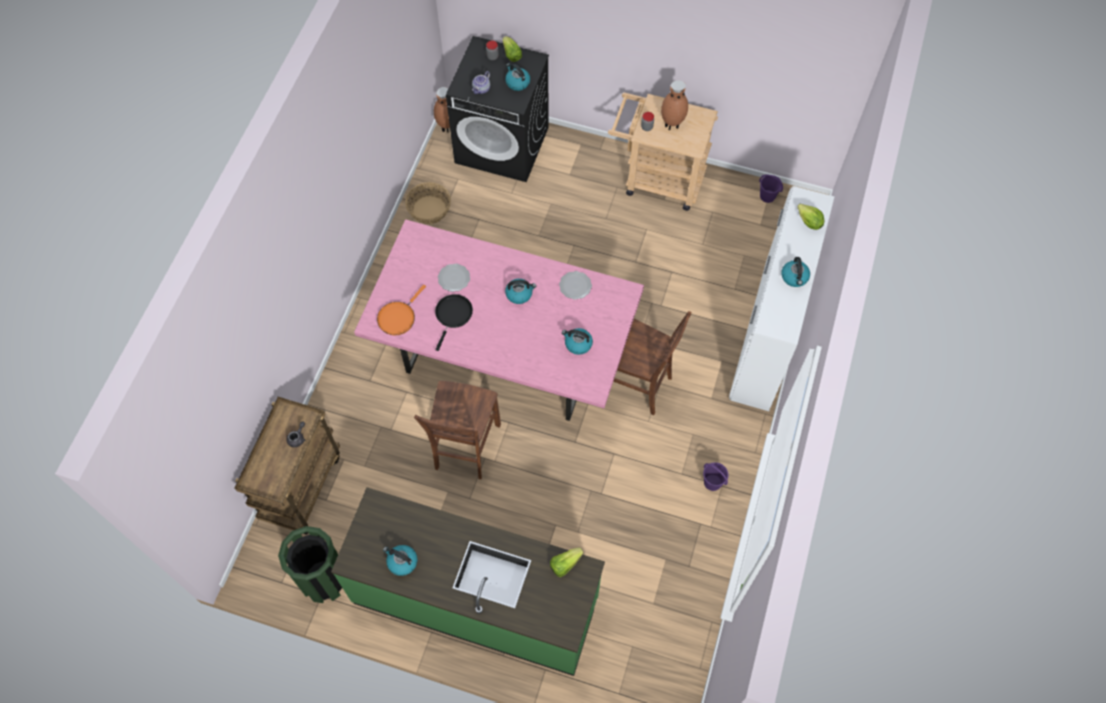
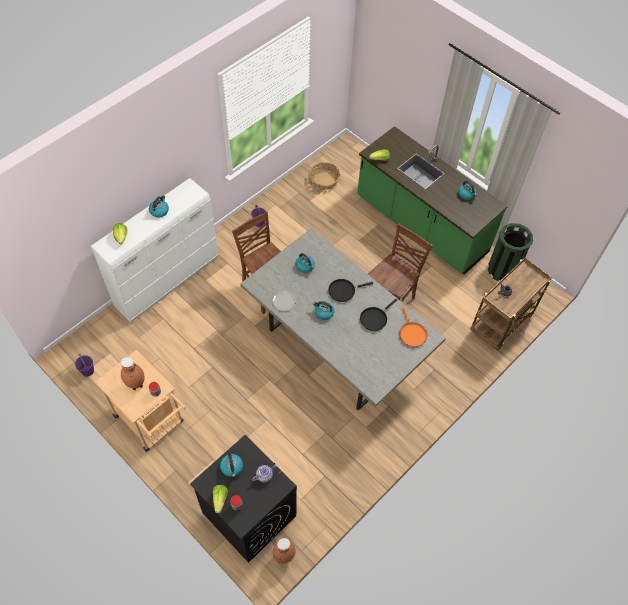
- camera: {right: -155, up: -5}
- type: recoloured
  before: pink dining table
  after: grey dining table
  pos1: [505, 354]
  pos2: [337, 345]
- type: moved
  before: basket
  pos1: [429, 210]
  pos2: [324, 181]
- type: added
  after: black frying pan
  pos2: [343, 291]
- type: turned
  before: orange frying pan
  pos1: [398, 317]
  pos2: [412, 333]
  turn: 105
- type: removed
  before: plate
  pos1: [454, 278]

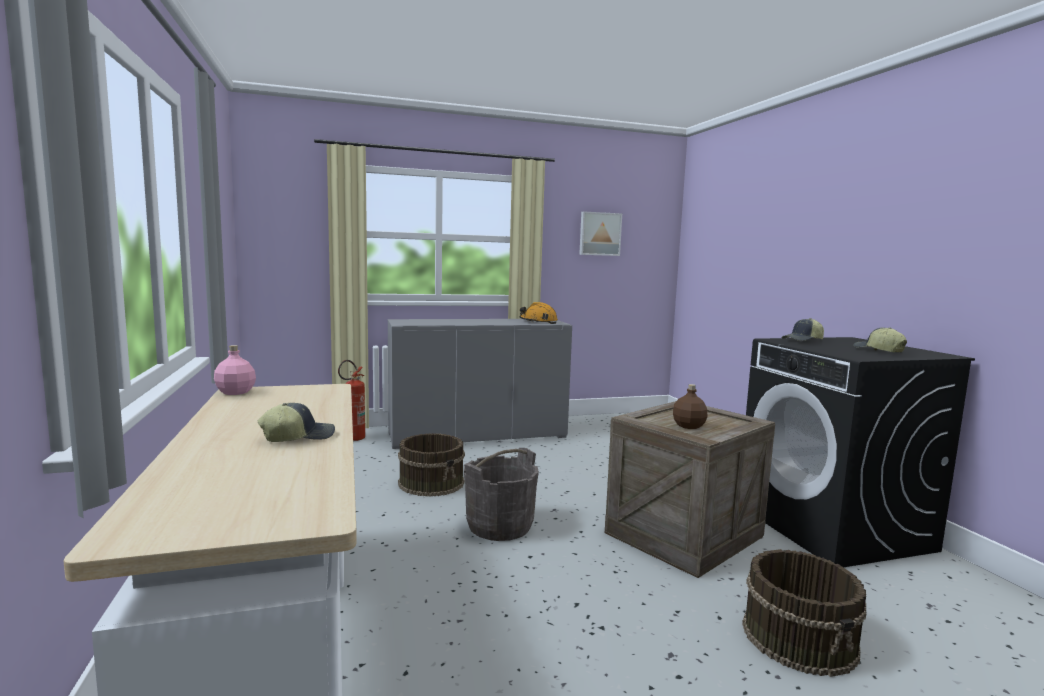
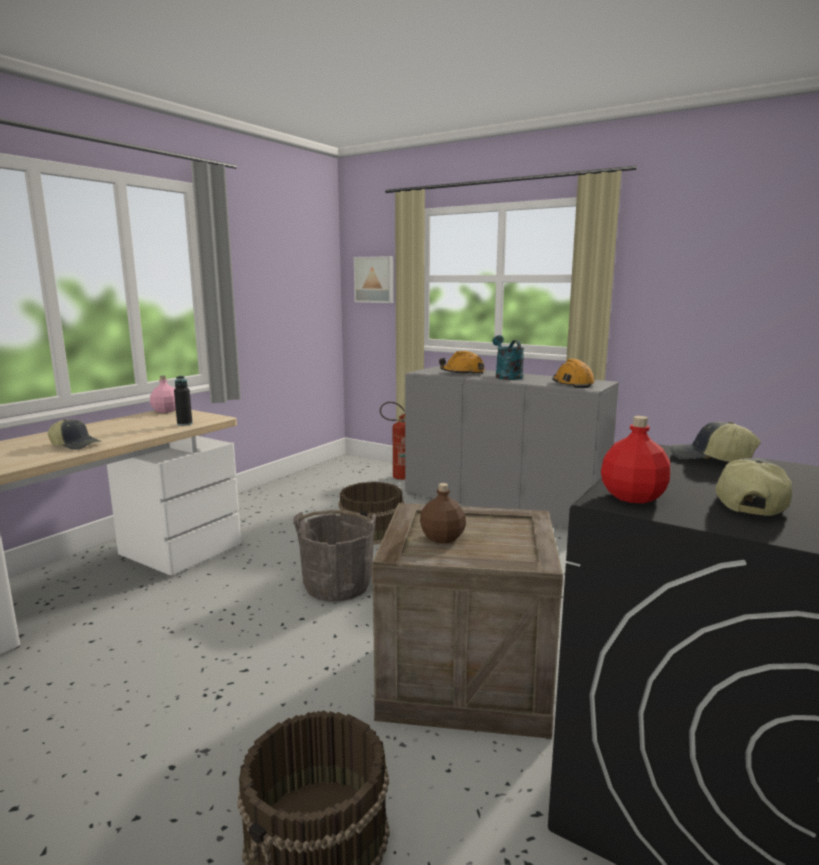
- camera: {right: 50, up: 5}
- type: added
  after: black bottle
  pos2: [184, 424]
- type: moved
  before: picture
  pos1: [599, 234]
  pos2: [375, 279]
- type: added
  after: orange hard hat
  pos2: [462, 373]
- type: added
  after: turquoise watering can
  pos2: [506, 376]
- type: added
  after: red bottle
  pos2: [633, 497]

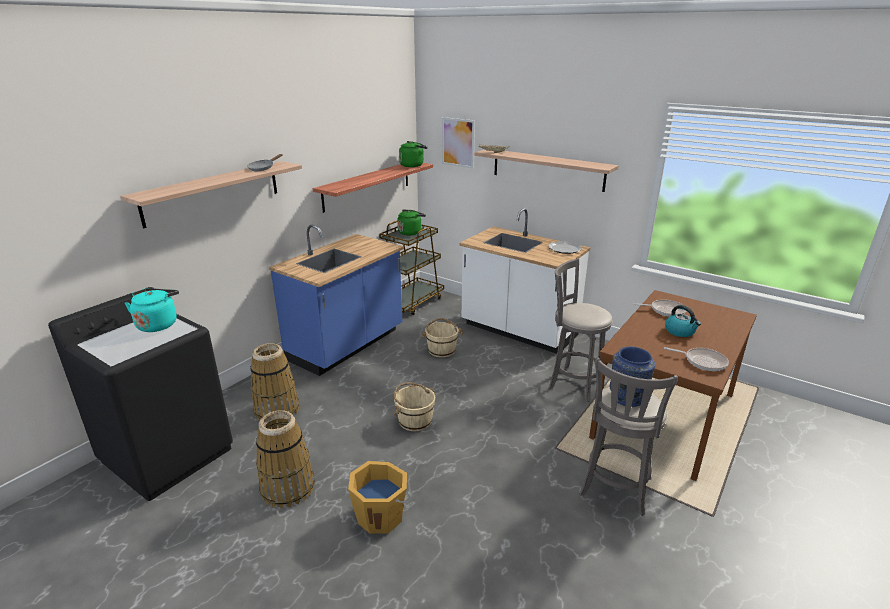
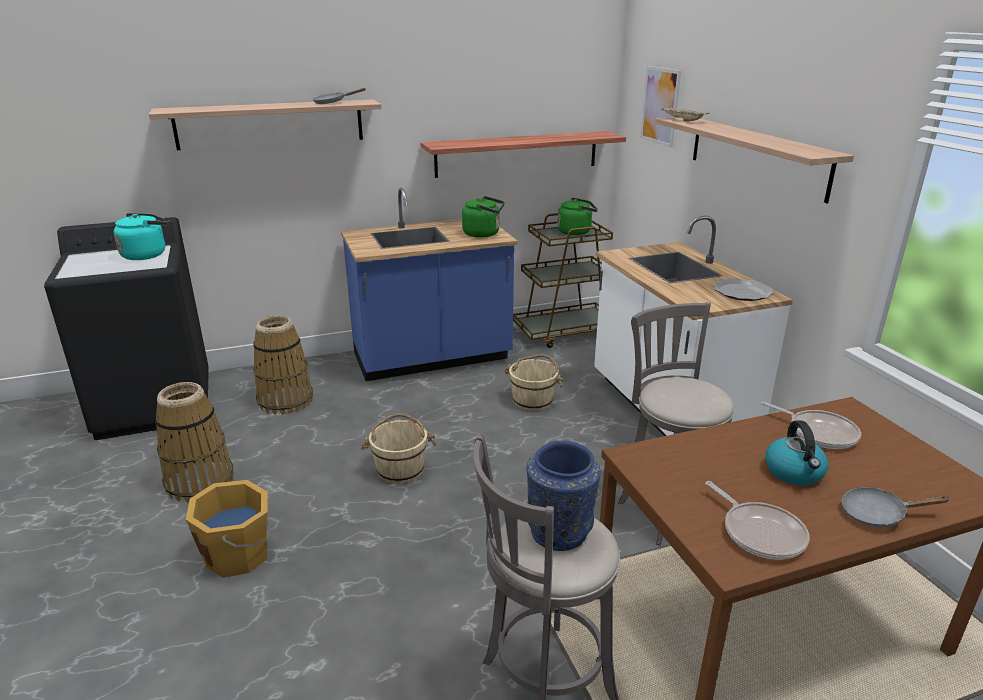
- camera: {right: 35, up: 0}
- type: moved
  before: green kettle
  pos1: [413, 165]
  pos2: [484, 234]
- type: added
  after: grey frying pan
  pos2: [878, 514]

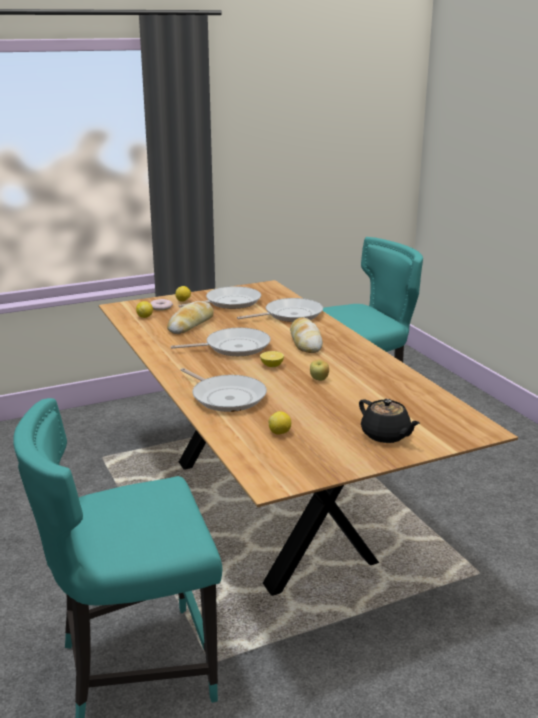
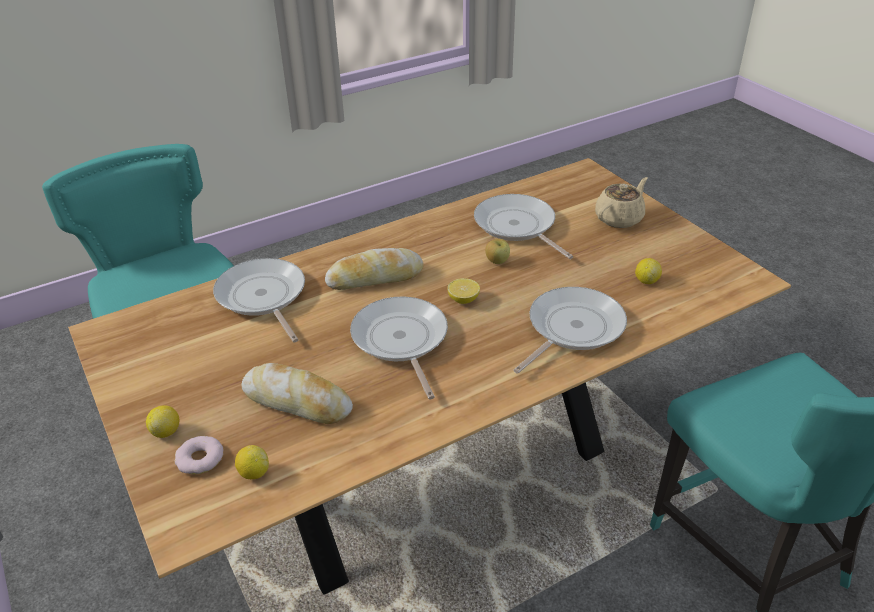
- camera: {right: -95, up: 15}
- type: moved
  before: frying pan
  pos1: [229, 302]
  pos2: [517, 226]
- type: recoloured
  before: black teapot
  after: beige teapot
  pos1: [386, 435]
  pos2: [619, 218]

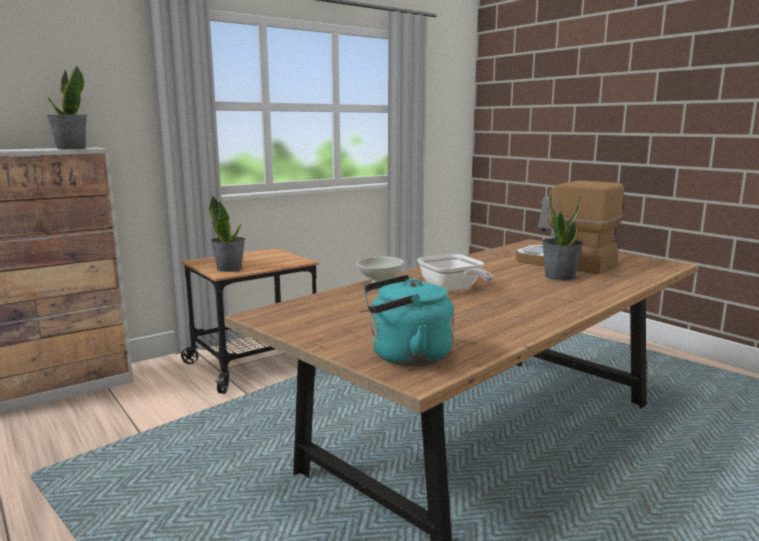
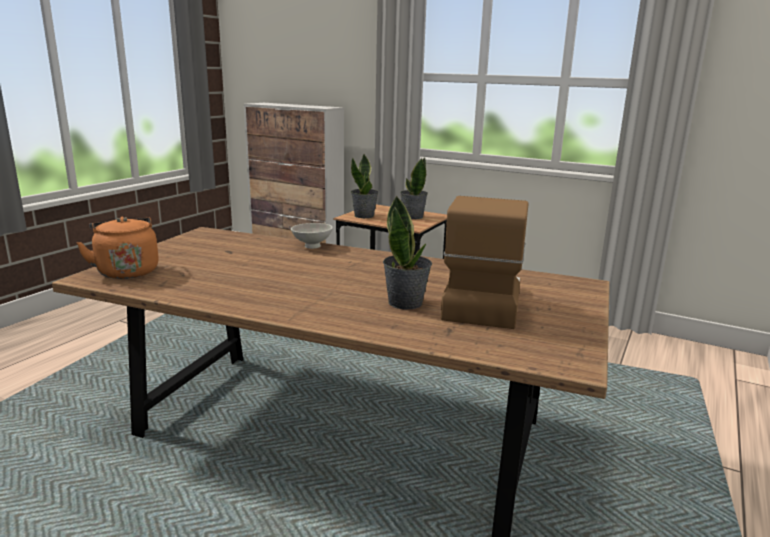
- camera: {right: 65, up: 5}
- type: recoloured
  before: turquoise kettle
  after: orange kettle
  pos1: [405, 356]
  pos2: [127, 271]
- type: moved
  before: potted plant
  pos1: [71, 148]
  pos2: [412, 217]
- type: removed
  before: frying pan
  pos1: [452, 289]

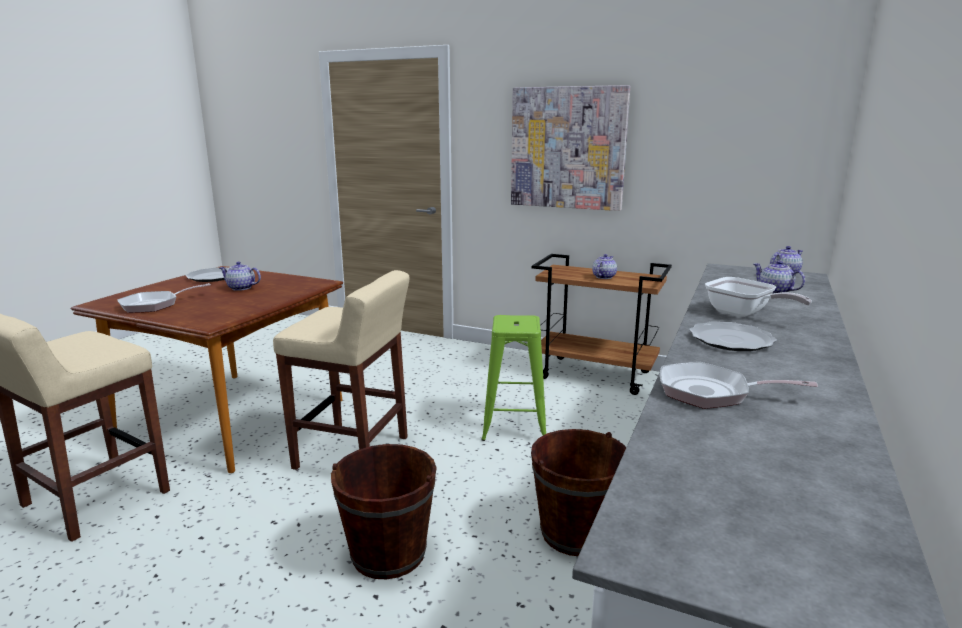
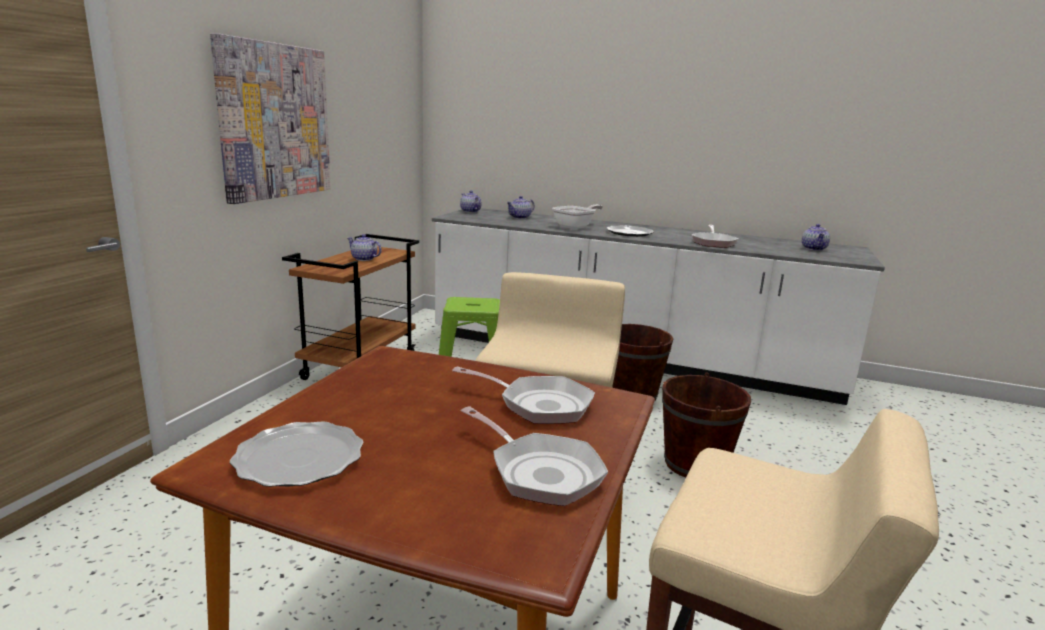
- camera: {right: -95, up: 0}
- type: added
  after: frying pan
  pos2: [539, 405]
- type: moved
  before: teapot
  pos1: [241, 288]
  pos2: [814, 249]

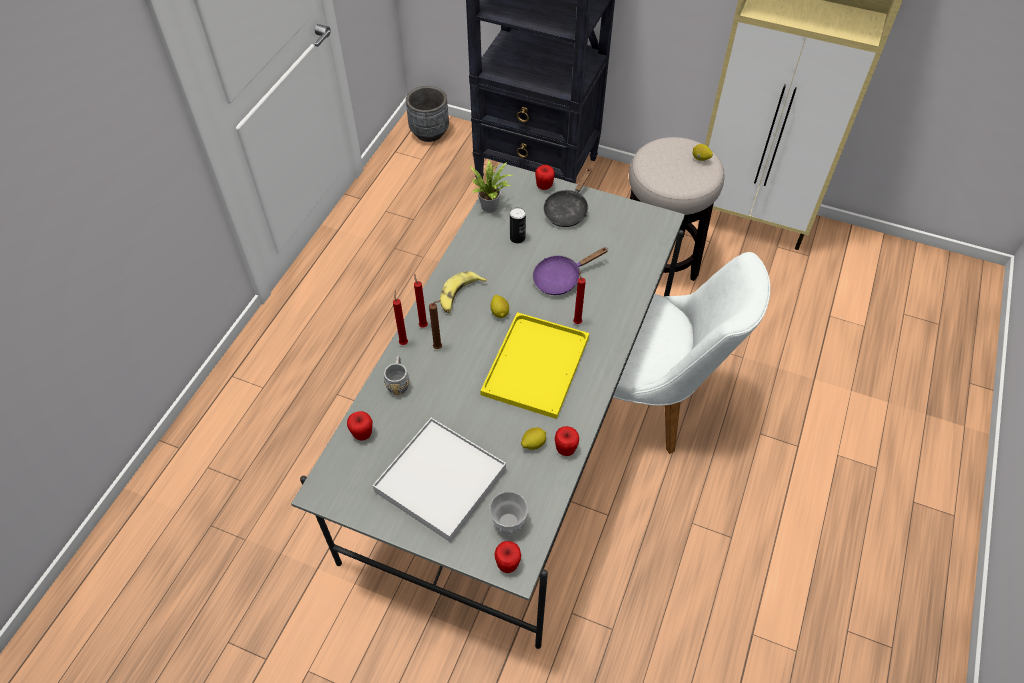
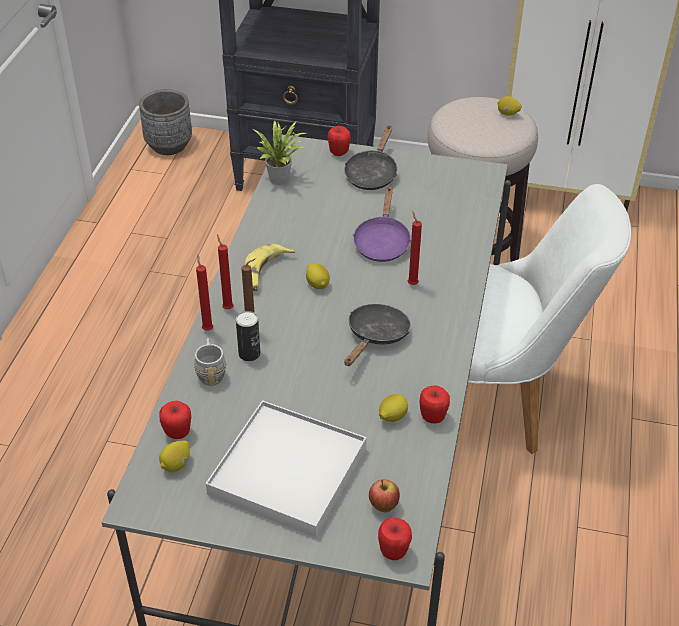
- camera: {right: -10, up: -10}
- type: added
  after: lemon
  pos2: [176, 465]
- type: moved
  before: can
  pos1: [517, 238]
  pos2: [249, 354]
- type: replaced
  before: yellow tray
  after: black frying pan
  pos1: [536, 367]
  pos2: [375, 336]
- type: turned
  before: purple frying pan
  pos1: [561, 278]
  pos2: [382, 242]
  turn: -45
- type: replaced
  before: cup
  after: apple
  pos1: [508, 523]
  pos2: [383, 506]

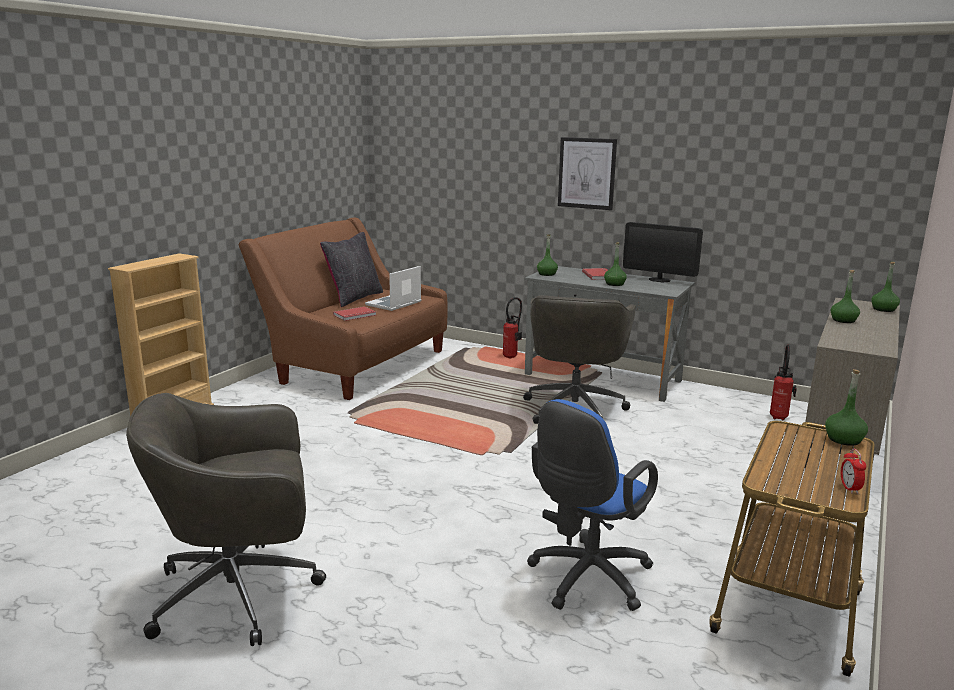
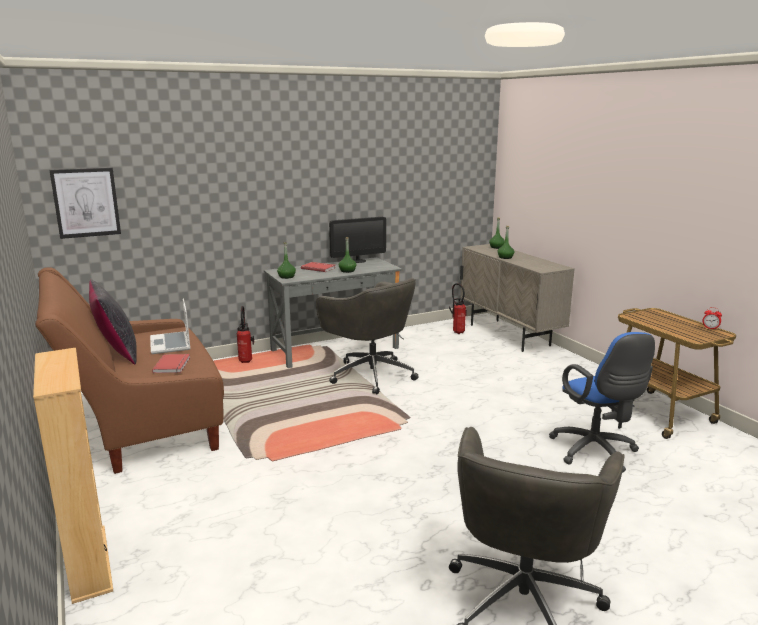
- camera: {right: -55, up: 0}
- type: moved
  before: picture
  pos1: [587, 173]
  pos2: [86, 202]
- type: removed
  before: green bottle
  pos1: [844, 439]

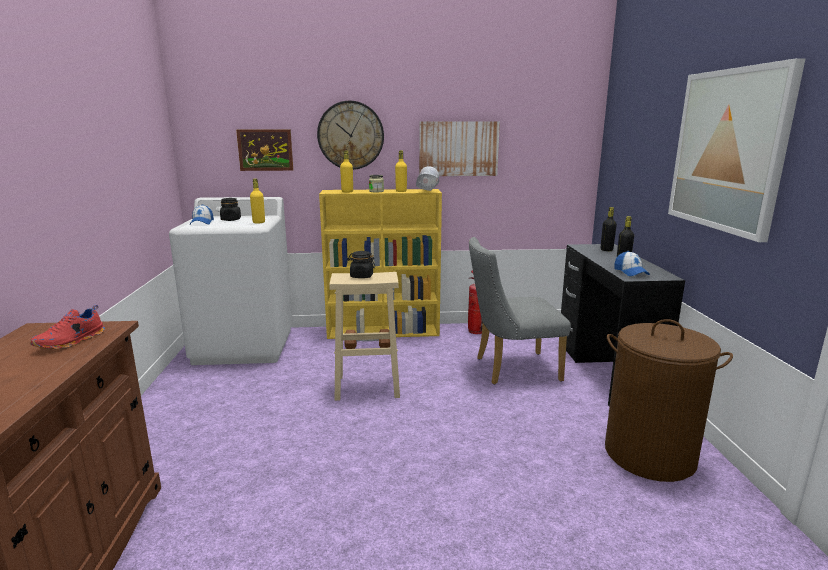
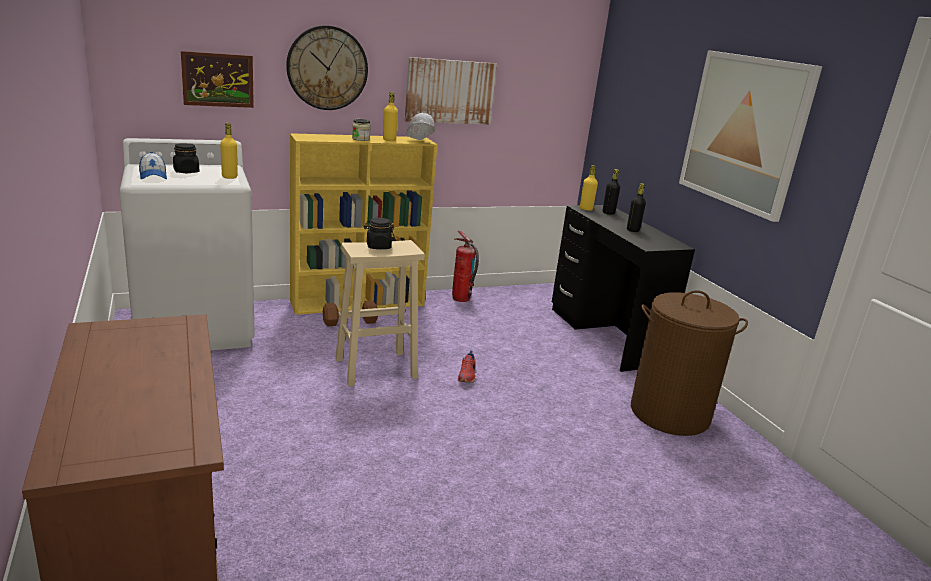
- camera: {right: -20, up: 5}
- type: moved
  before: red shoe
  pos1: [72, 342]
  pos2: [467, 376]
- type: moved
  before: yellow bottle
  pos1: [347, 192]
  pos2: [586, 209]
- type: removed
  before: grey chair
  pos1: [510, 369]
- type: removed
  before: cap
  pos1: [630, 272]

